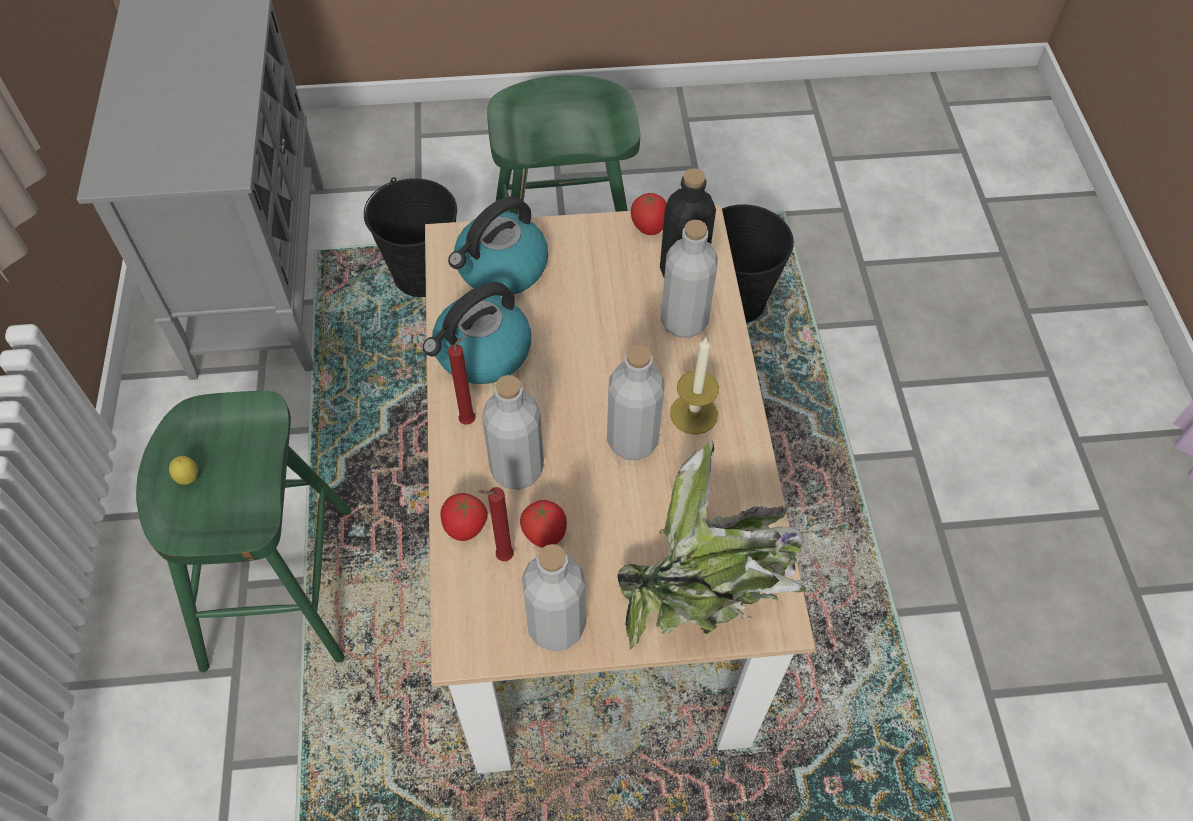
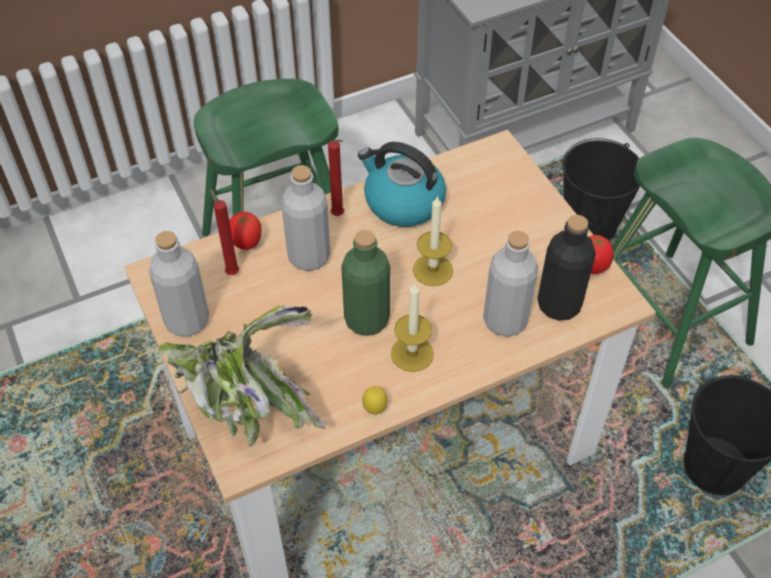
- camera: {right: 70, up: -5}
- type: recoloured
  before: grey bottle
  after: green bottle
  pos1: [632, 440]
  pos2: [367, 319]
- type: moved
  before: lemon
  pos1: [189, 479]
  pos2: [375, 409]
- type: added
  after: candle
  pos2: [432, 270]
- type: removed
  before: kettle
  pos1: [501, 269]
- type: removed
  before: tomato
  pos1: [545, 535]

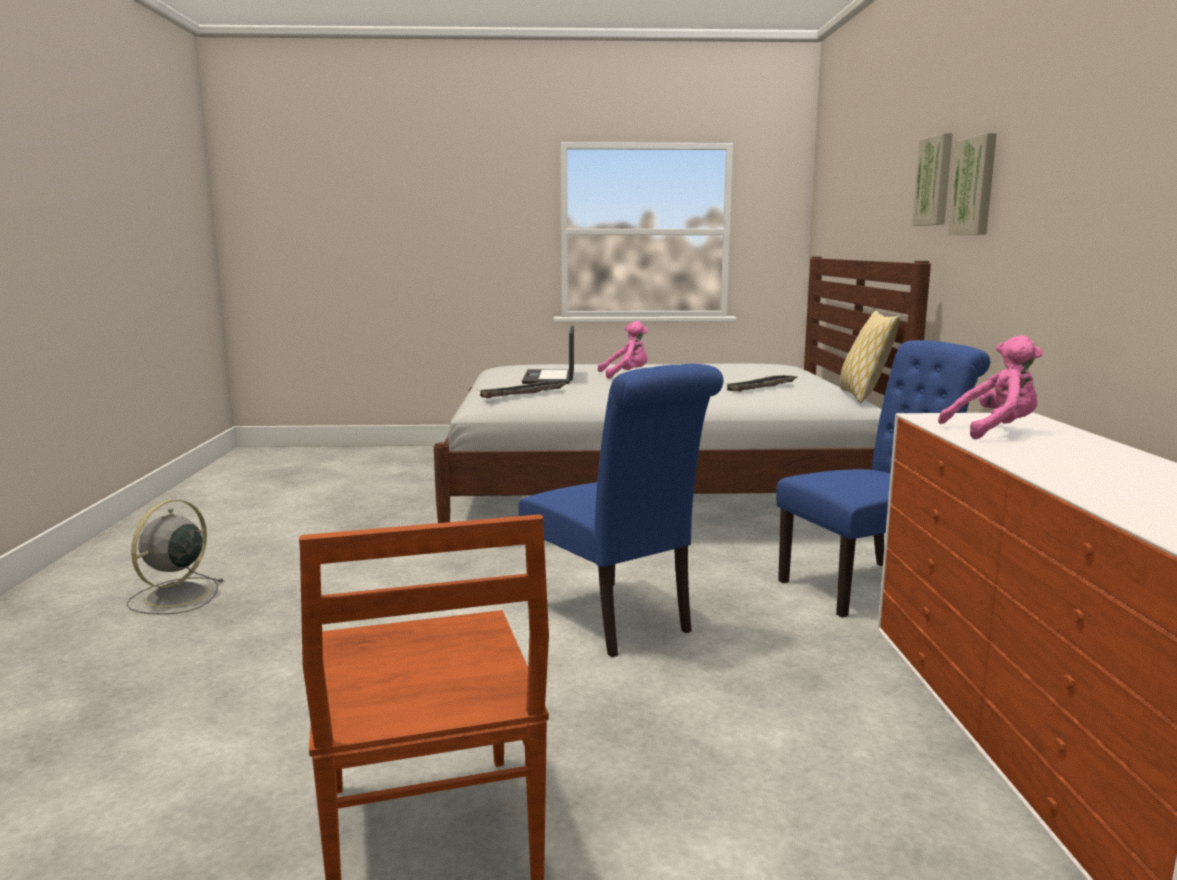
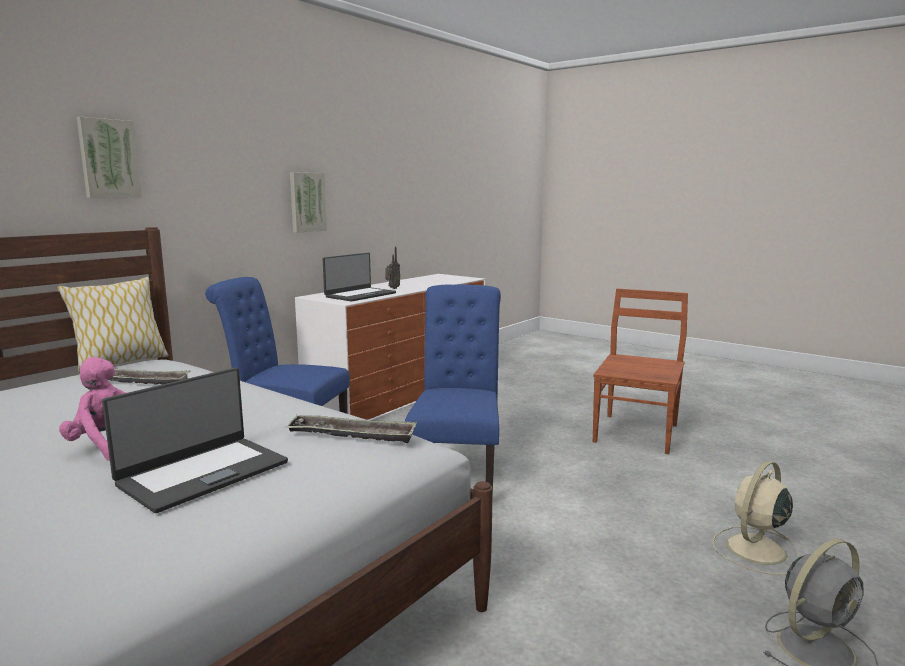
- camera: {right: -140, up: 0}
- type: moved
  before: picture
  pos1: [975, 186]
  pos2: [307, 202]
- type: replaced
  before: pink plush toy
  after: laptop
  pos1: [994, 431]
  pos2: [360, 295]
- type: added
  after: radio
  pos2: [392, 288]
- type: added
  after: beige fan
  pos2: [754, 550]

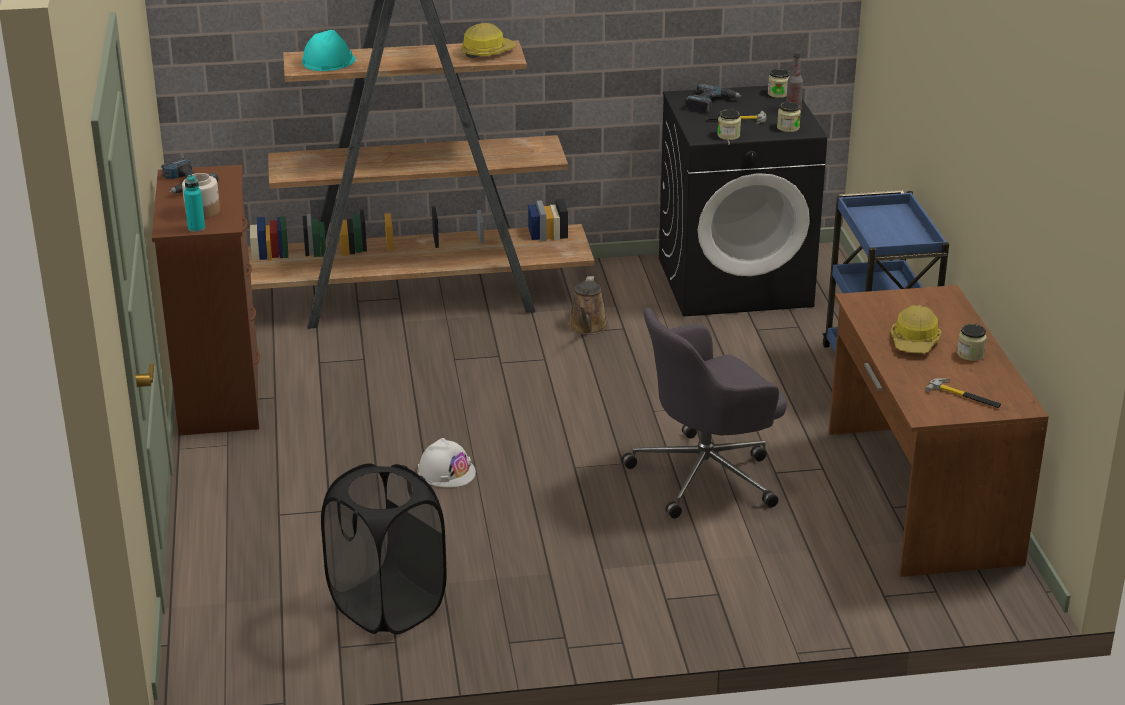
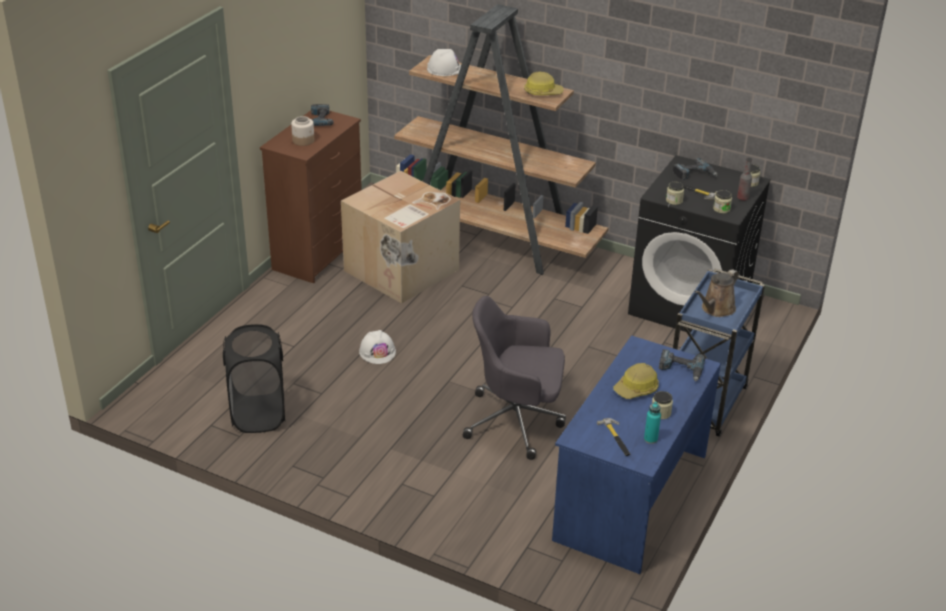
- camera: {right: 35, up: 5}
- type: added
  after: cardboard box
  pos2: [401, 271]
- type: recoloured
  before: turquoise hard hat
  after: white hard hat
  pos1: [328, 61]
  pos2: [445, 69]
- type: recoloured
  before: brown desk
  after: blue desk
  pos1: [919, 495]
  pos2: [629, 496]
- type: moved
  before: turquoise bottle
  pos1: [196, 228]
  pos2: [650, 439]
- type: added
  after: power drill
  pos2: [680, 369]
- type: moved
  before: brown watering can
  pos1: [587, 327]
  pos2: [716, 309]

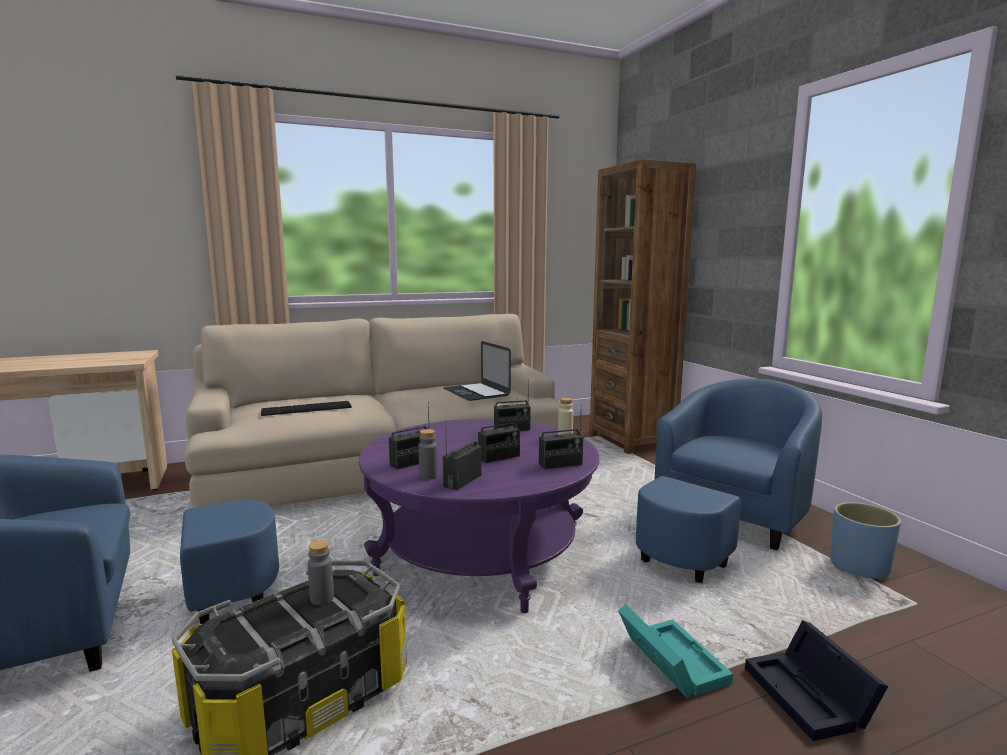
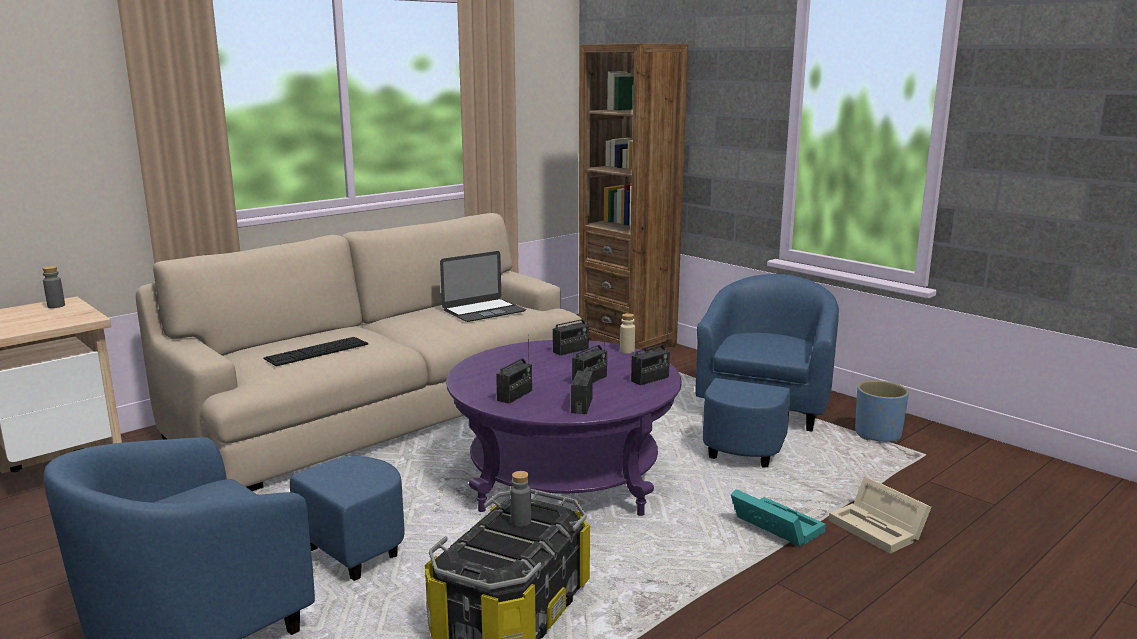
- camera: {right: -20, up: 5}
- type: moved
  before: grey bottle
  pos1: [428, 476]
  pos2: [56, 306]
- type: turned
  before: laptop
  pos1: [476, 392]
  pos2: [484, 310]
  turn: -75
- type: recoloured
  before: black storage box
  after: beige storage box
  pos1: [812, 697]
  pos2: [879, 529]

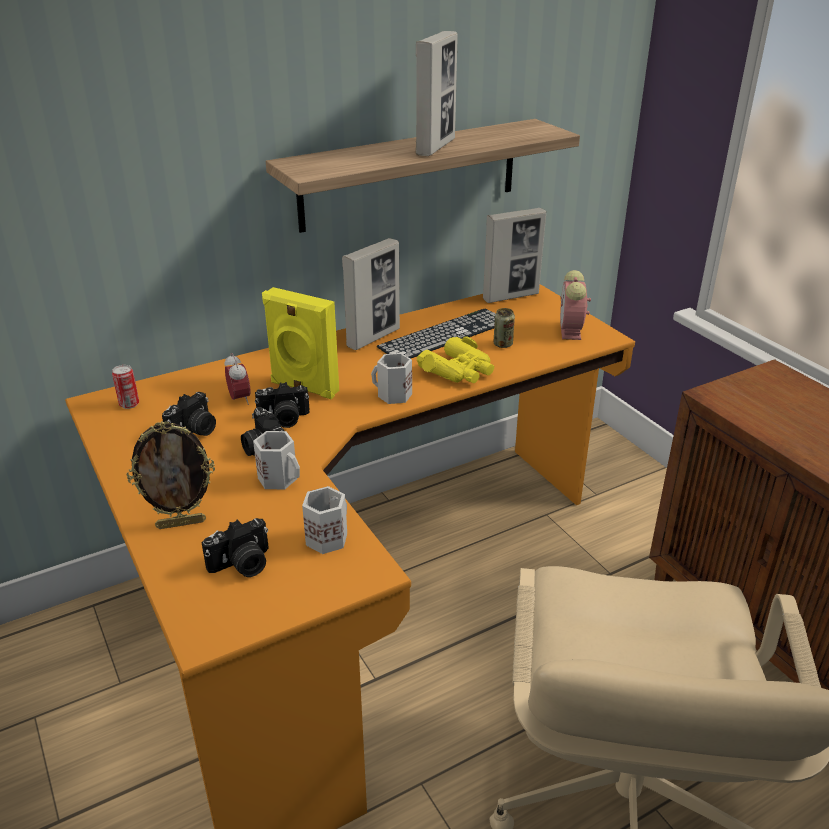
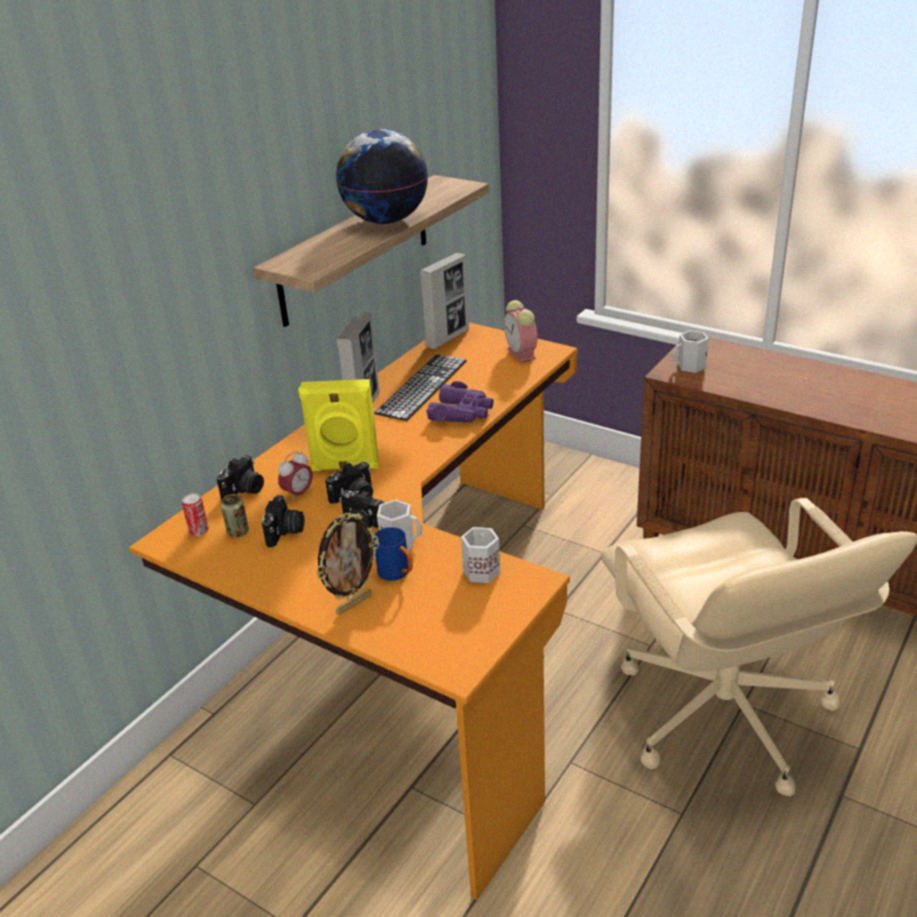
- camera: {right: -25, up: 0}
- type: moved
  before: photo camera
  pos1: [242, 565]
  pos2: [245, 490]
- type: moved
  before: can
  pos1: [503, 344]
  pos2: [238, 532]
- type: turned
  before: alarm clock
  pos1: [239, 399]
  pos2: [298, 494]
  turn: 90
- type: replaced
  before: picture frame
  after: globe
  pos1: [435, 147]
  pos2: [386, 221]
- type: added
  after: blue mug
  pos2: [398, 574]
- type: recoloured
  before: yellow binoculars
  after: purple binoculars
  pos1: [459, 370]
  pos2: [462, 412]
- type: moved
  before: white mug
  pos1: [393, 395]
  pos2: [690, 366]

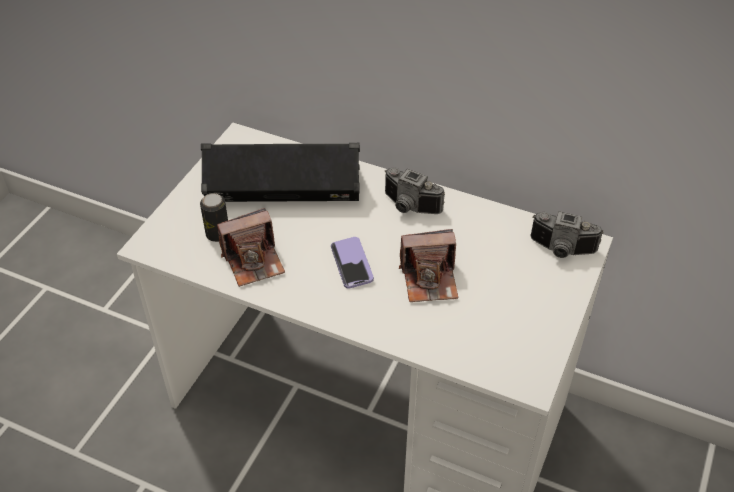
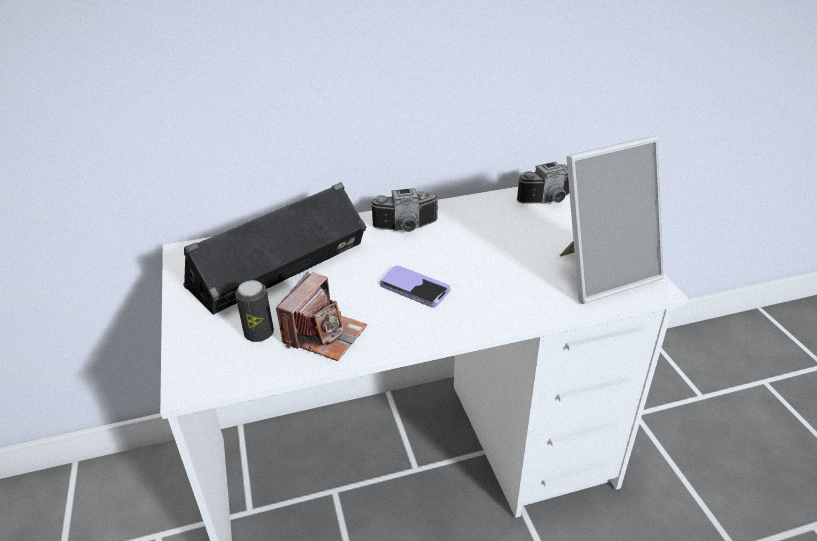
- camera: {right: -40, up: -10}
- type: added
  after: picture frame
  pos2: [602, 273]
- type: removed
  before: photo camera
  pos1: [429, 280]

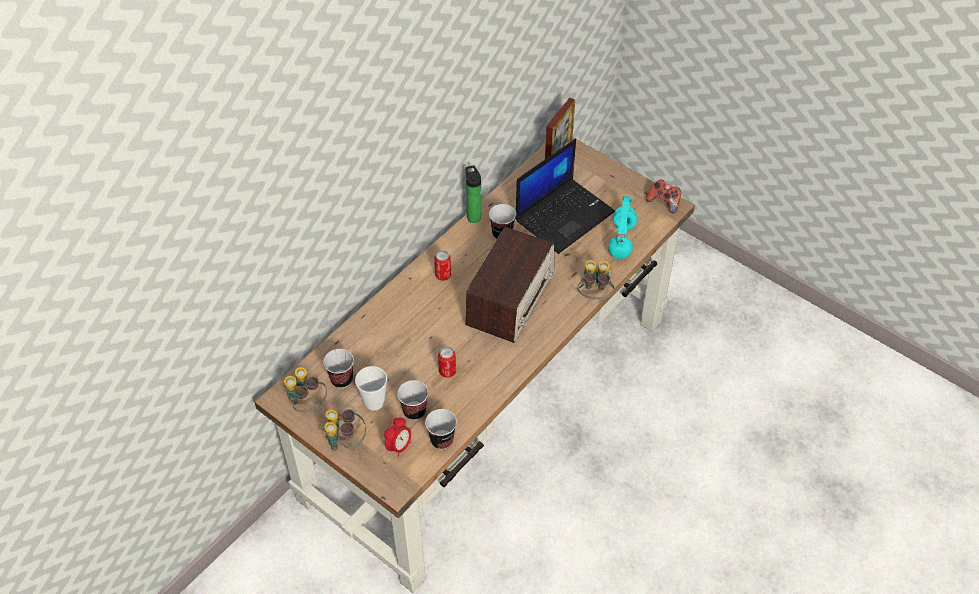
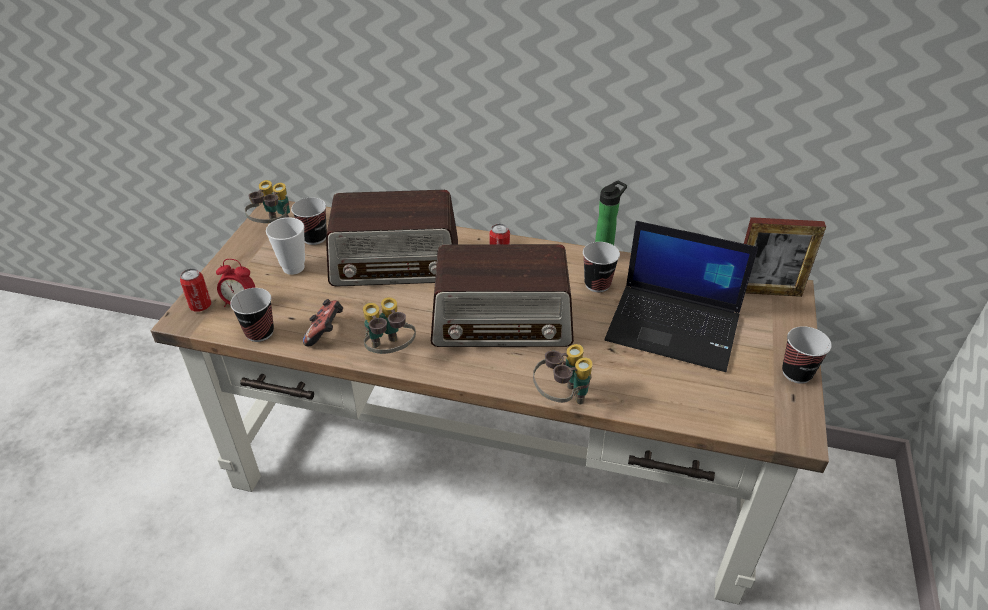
- camera: {right: 65, up: -10}
- type: moved
  before: can
  pos1: [447, 371]
  pos2: [200, 306]
- type: moved
  before: game controller
  pos1: [664, 202]
  pos2: [326, 333]
- type: added
  after: radio
  pos2: [396, 263]
- type: moved
  before: binoculars
  pos1: [345, 441]
  pos2: [389, 351]
- type: moved
  before: cup
  pos1: [414, 411]
  pos2: [797, 373]
- type: removed
  before: turquoise headphones
  pos1: [622, 241]

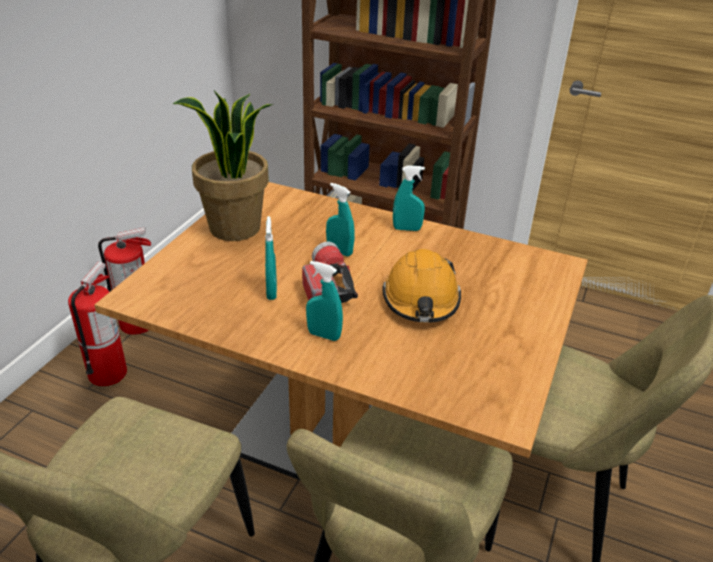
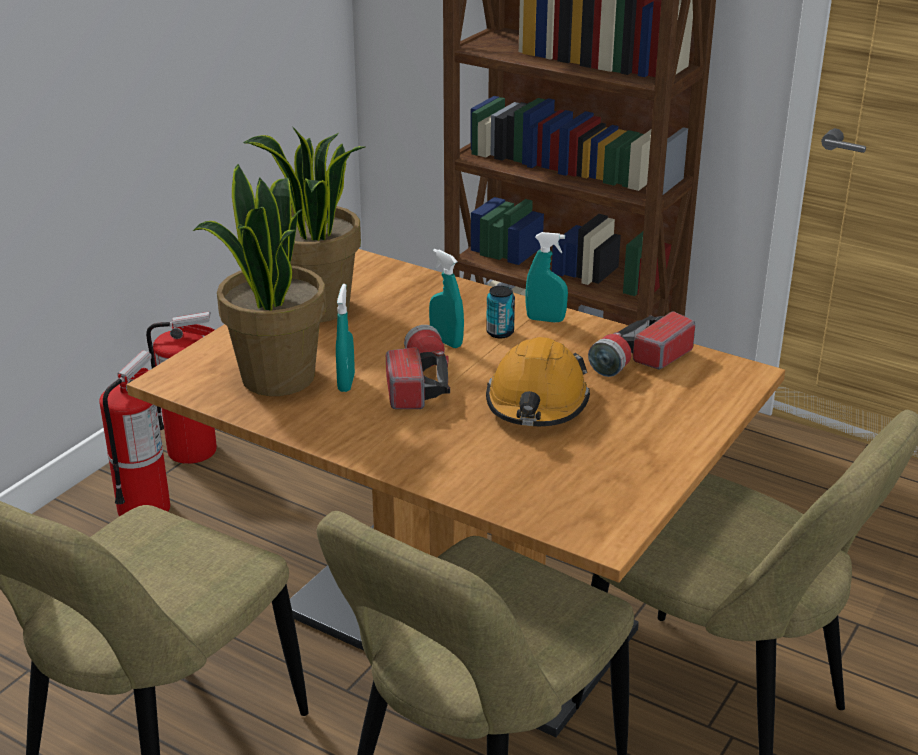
- camera: {right: 10, up: -5}
- type: added
  after: potted plant
  pos2: [276, 377]
- type: added
  after: can
  pos2: [500, 332]
- type: added
  after: flashlight
  pos2: [640, 360]
- type: removed
  before: turquoise spray bottle
  pos1: [324, 335]

